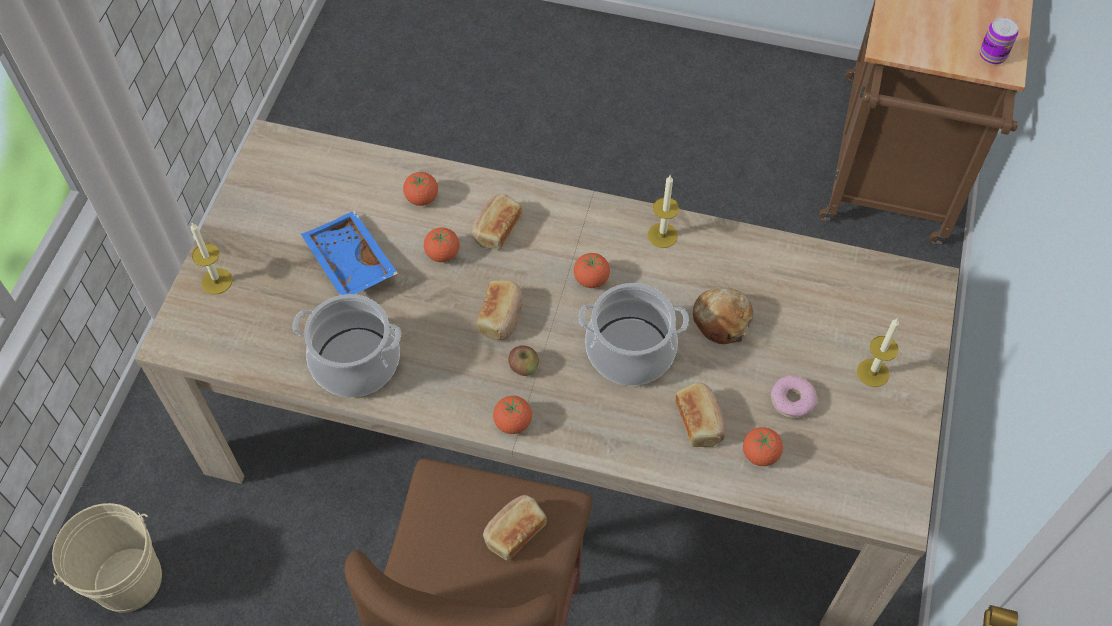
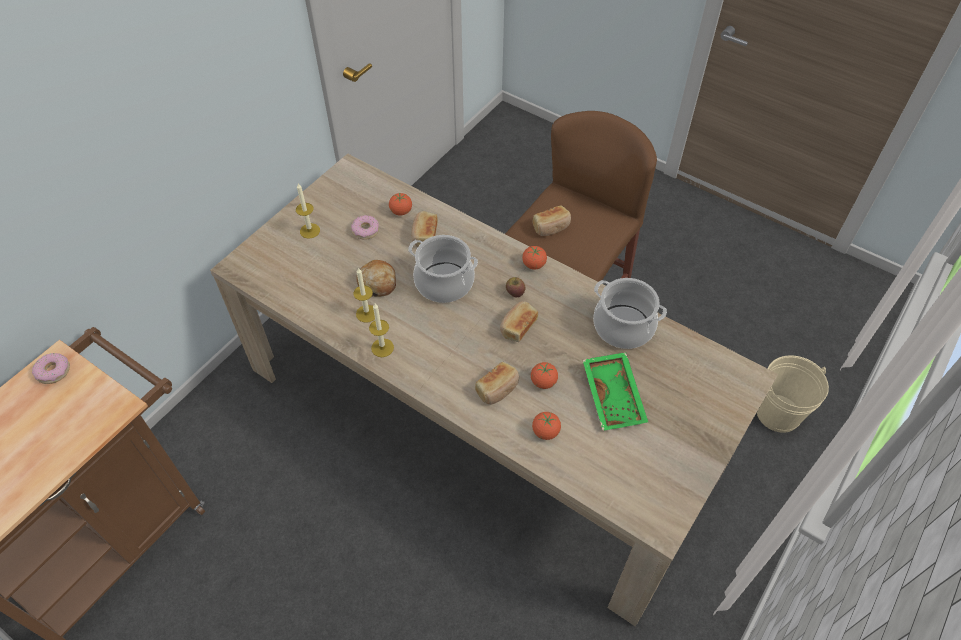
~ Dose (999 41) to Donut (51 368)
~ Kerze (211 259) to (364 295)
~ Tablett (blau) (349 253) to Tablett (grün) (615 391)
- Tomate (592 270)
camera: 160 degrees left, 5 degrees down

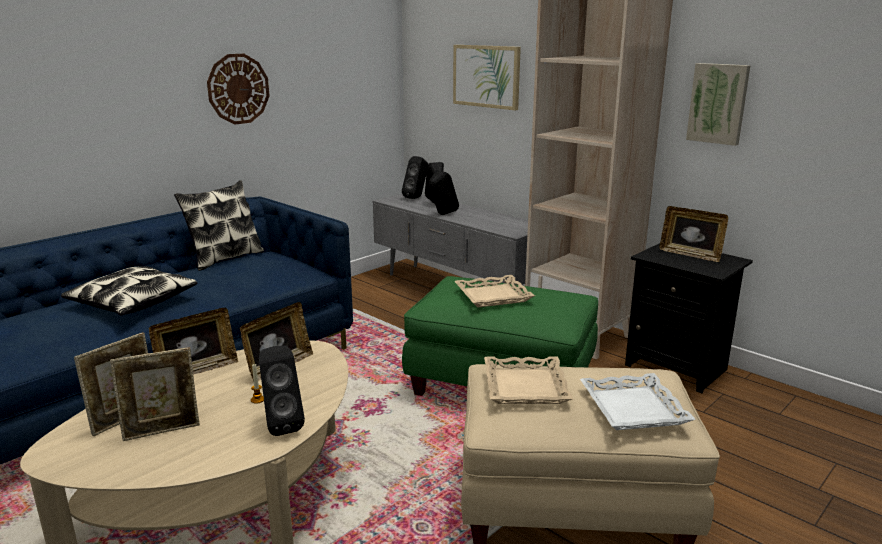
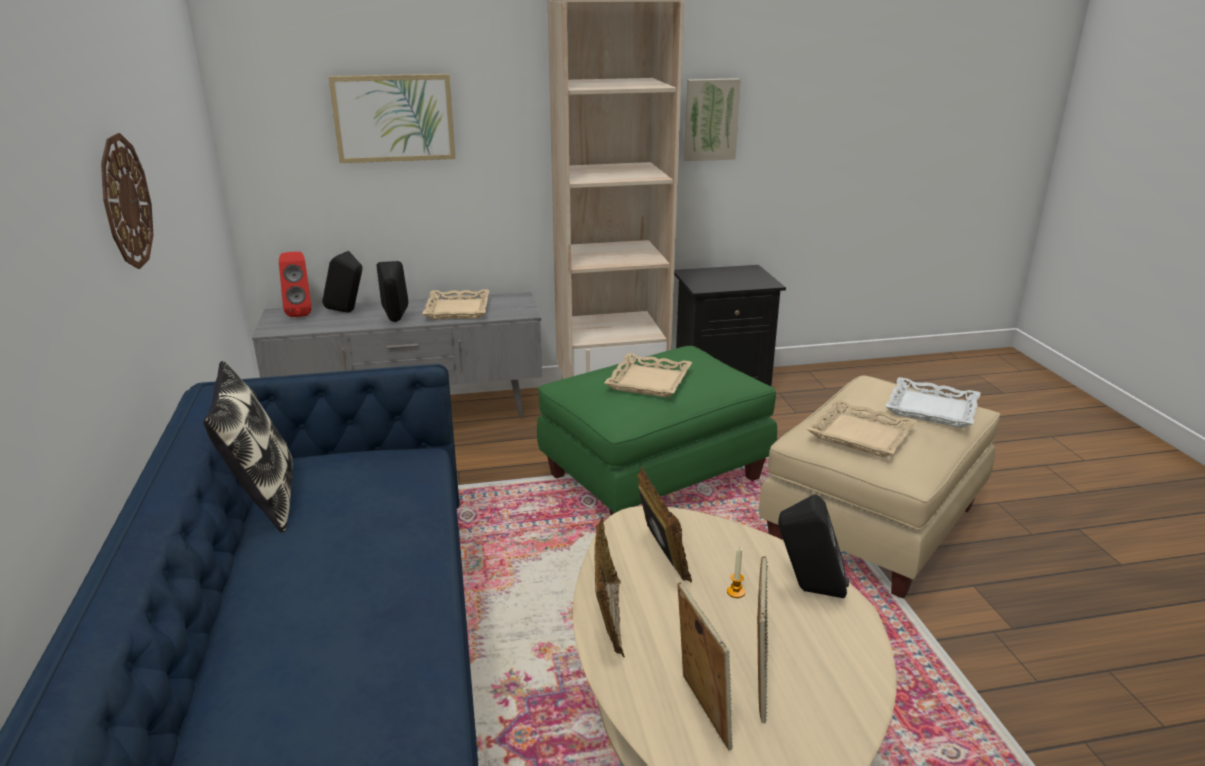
~ Lautsprecher (schwarz) (415 177) to Lautsprecher (rot) (295 284)
+ Tablett (beige) (455 304)
- Kissen (129 290)
- Bilderrahmen (693 234)
camera: 55 degrees left, 5 degrees up

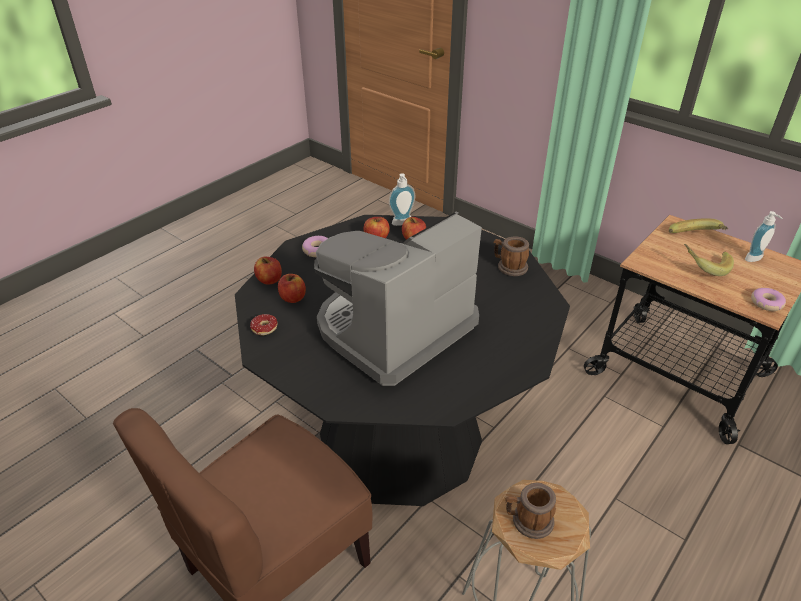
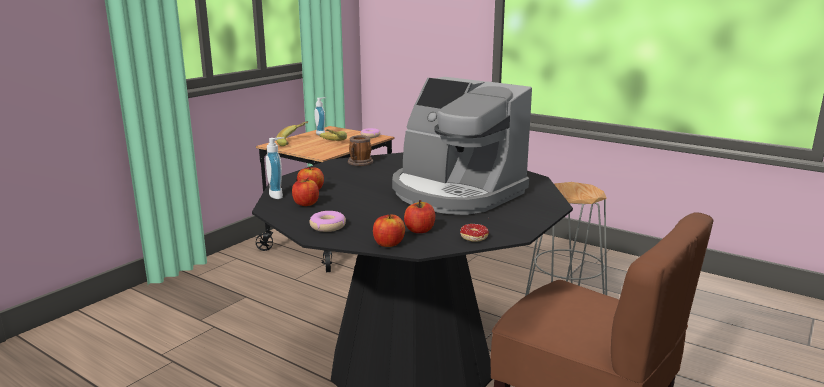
- Henkelbecher (530 511)
camera: 95 degrees left, 20 degrees down

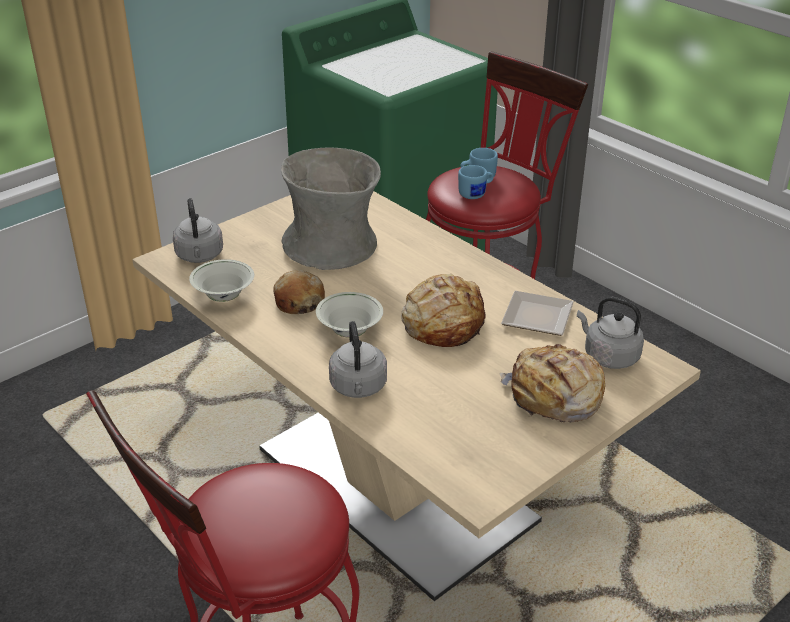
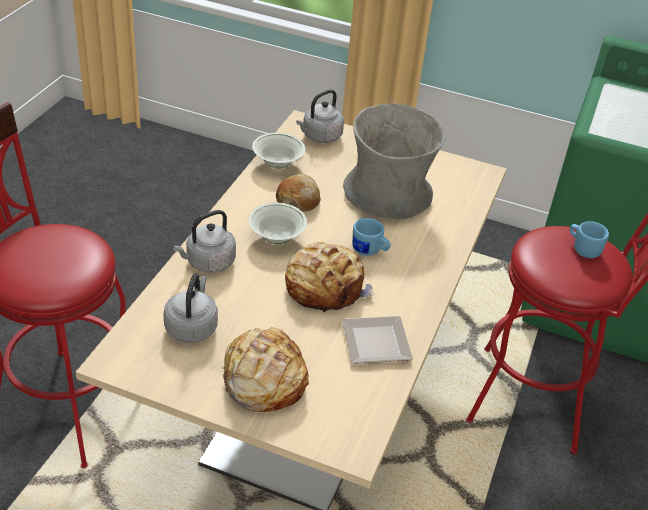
~ Wasserkessel (grau) (610 333) to (191 308)
~ Henkelbecher (blau) (476 182) to (371 237)
camera: 60 degrees right, 5 degrees up

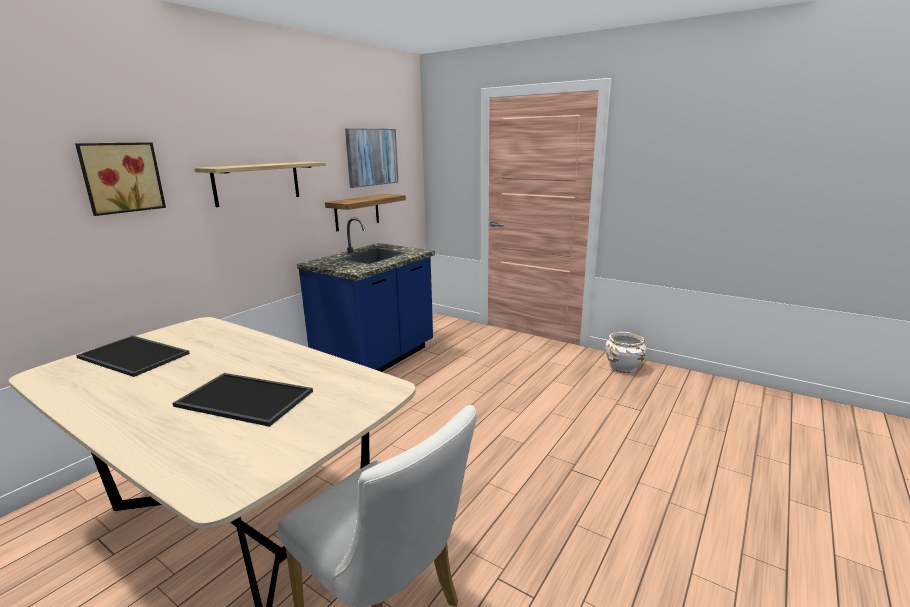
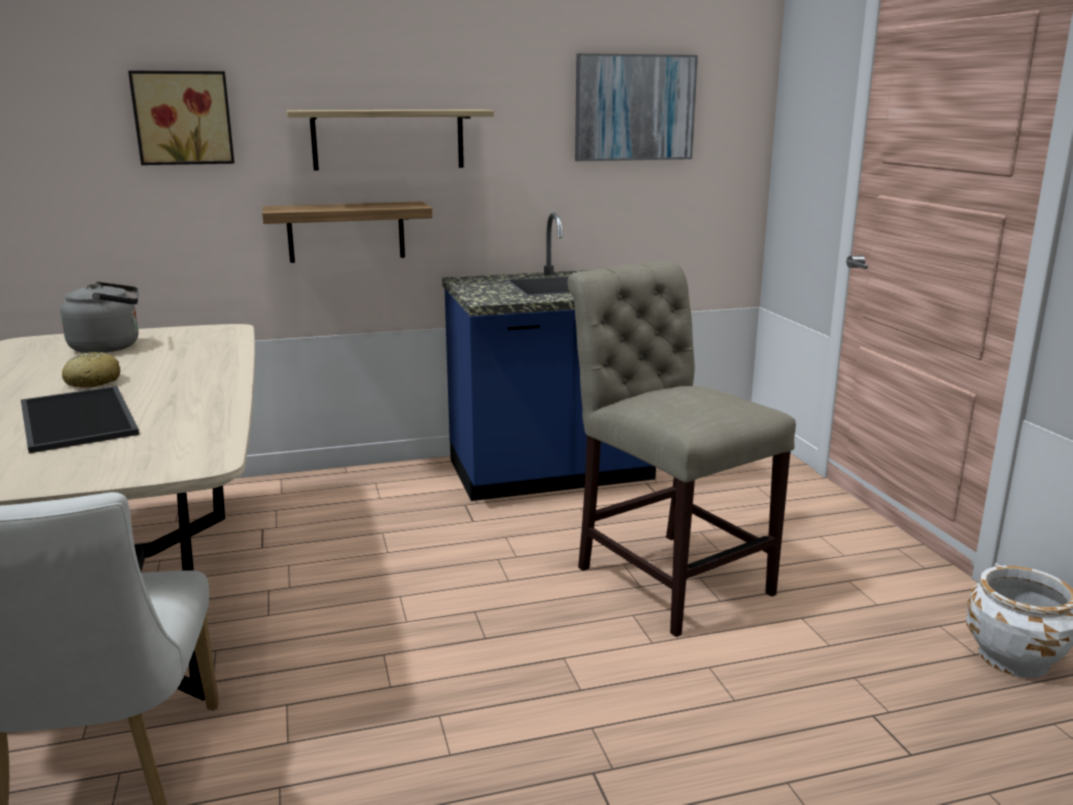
~ Tablett (133 356) to Wasserkessel (grau) (99 317)
+ Brot (91 370)
~ Wandregal (365 212) to (347 232)
+ Stuhl (beige) (681 449)
camera: 40 degrees right, 0 degrees up

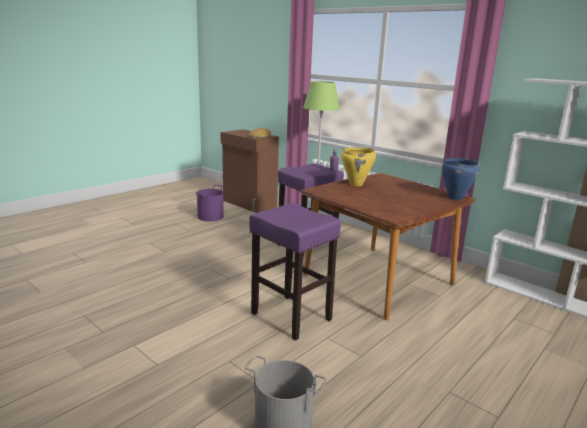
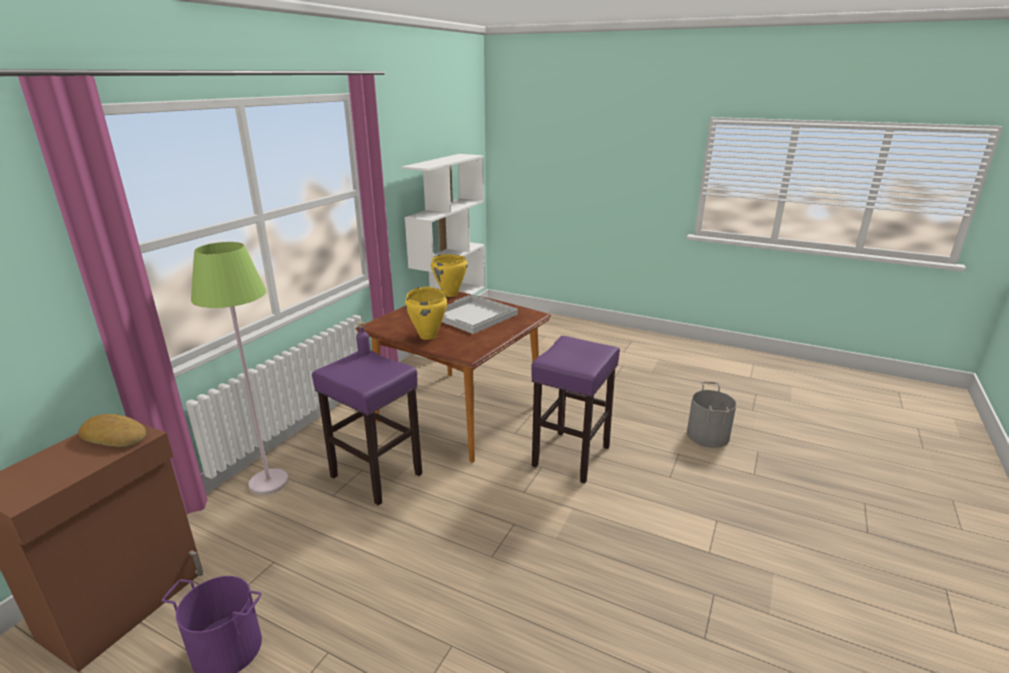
~ Kochtopf (blau) (460 179) to Kochtopf (gelb) (449 275)
+ Tablett (weiß) (480 314)
camera: 105 degrees left, 5 degrees up

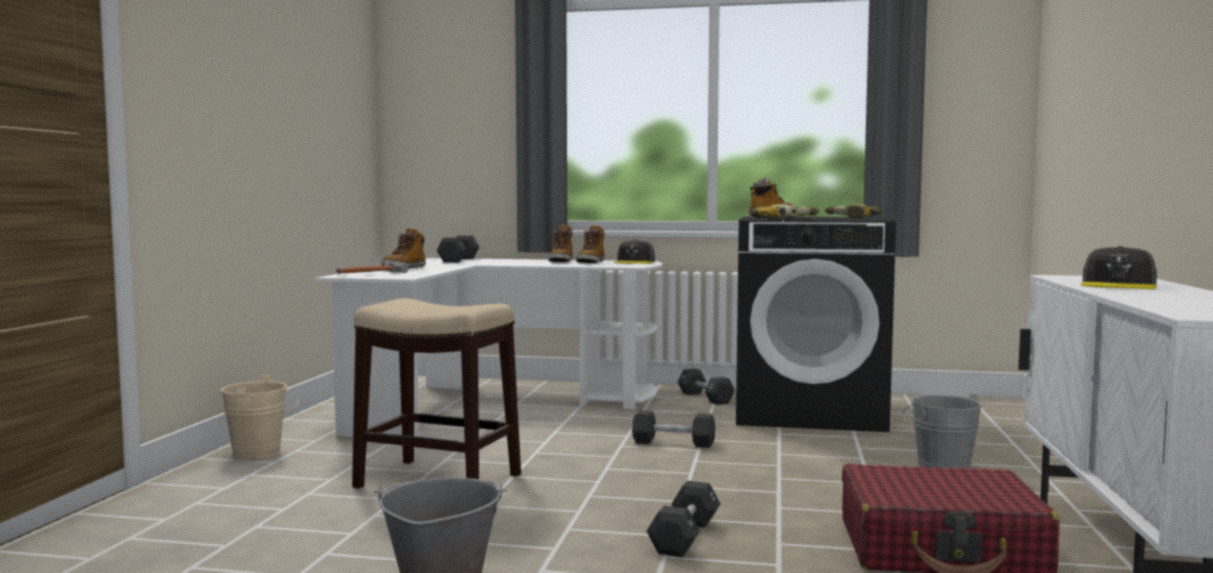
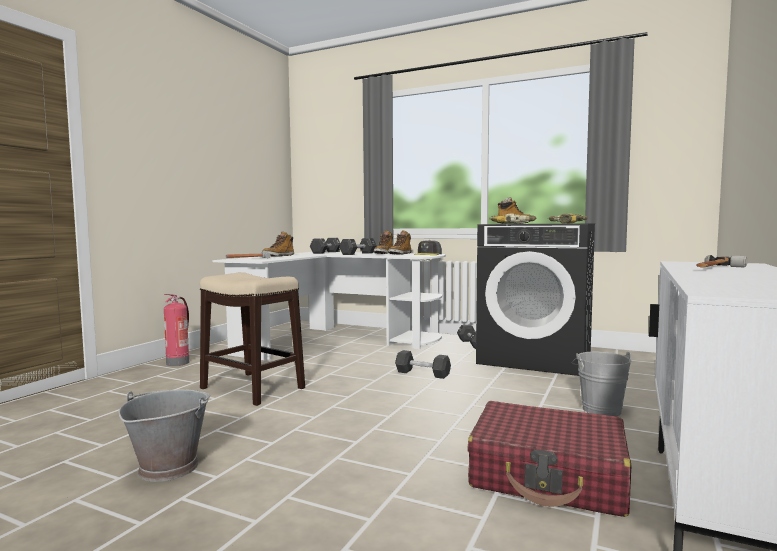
~ Eimer (beige) (259 417) to Feuerlöscher (176 330)
~ Hantel (schwarz) (683 519) to (357 246)
~ Kappe (grau) (1119 267) to Hammer (721 261)
camera: 15 degrees right, 0 degrees up

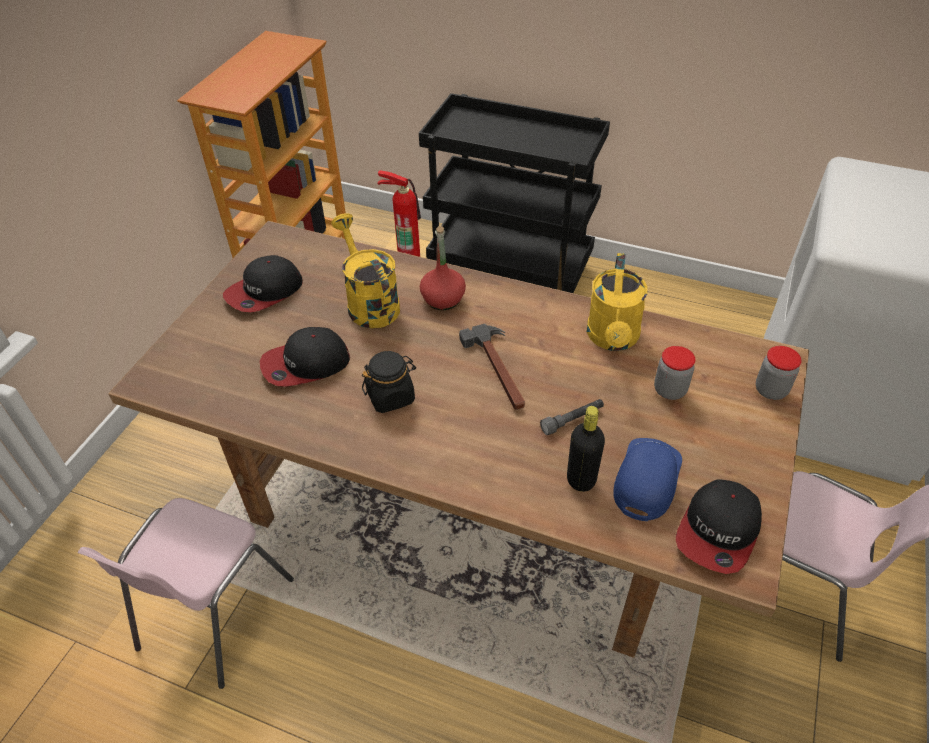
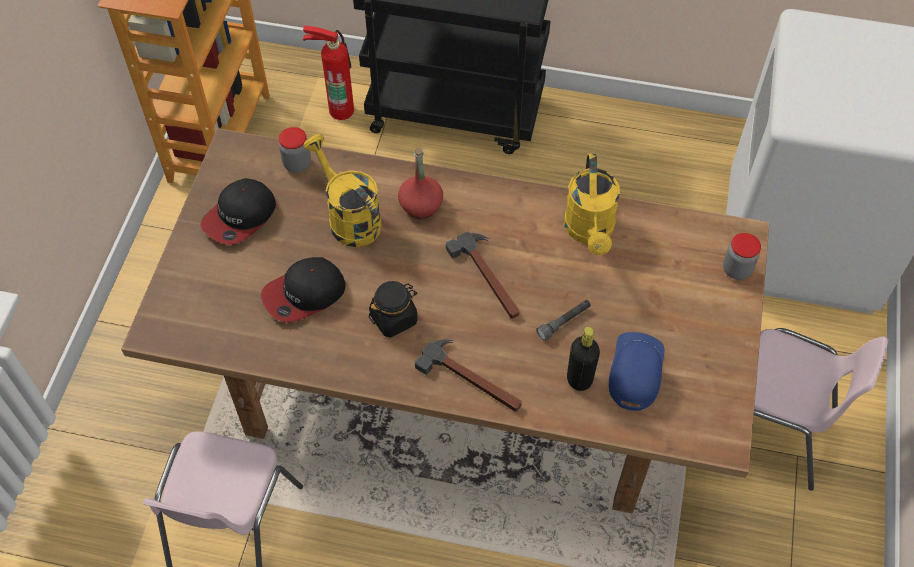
~ Vorratsglas (674 373) to (295 150)
+ Hammer (468 375)
- Kappe (719 526)
camera: 10 degrees left, 10 degrees up

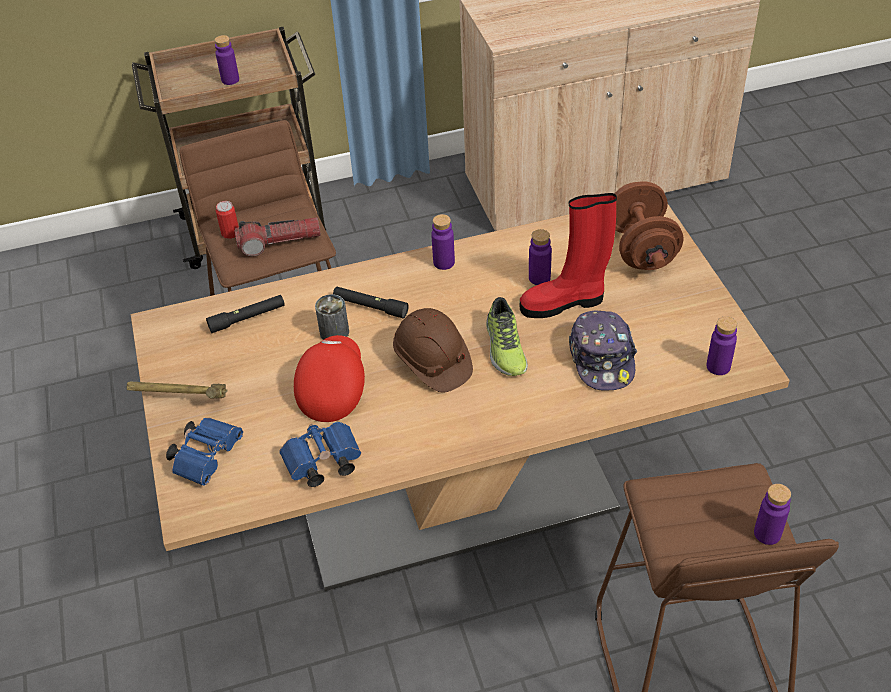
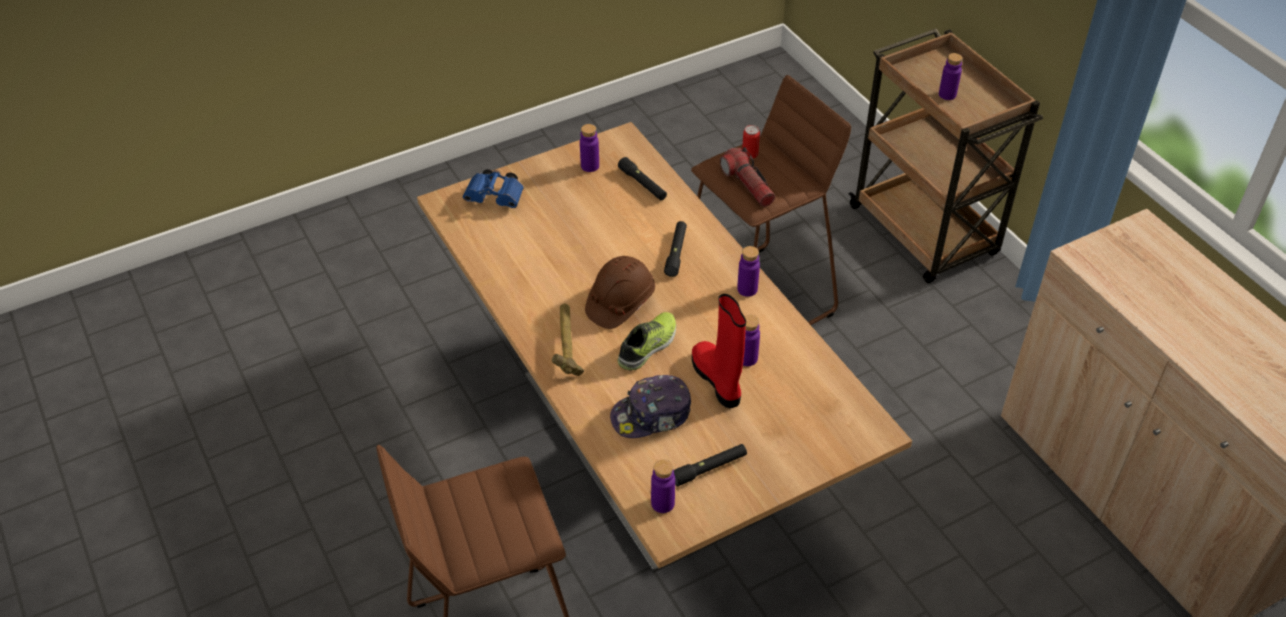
~ Hammer (177 390) to (568 339)
~ Flasche (lila) (772 514) to (589 148)
~ Schuh (507 336) = (647 341) 150 degrees clockwise
+ Taschenlampe (schwarz) (710 465)
- Fernglas (blau) (320 454)
- Kappe (rot) (329 378)
- Dose (332 317)
- Hantel (braun) (648 226)
camera: 75 degrees right, 0 degrees up

